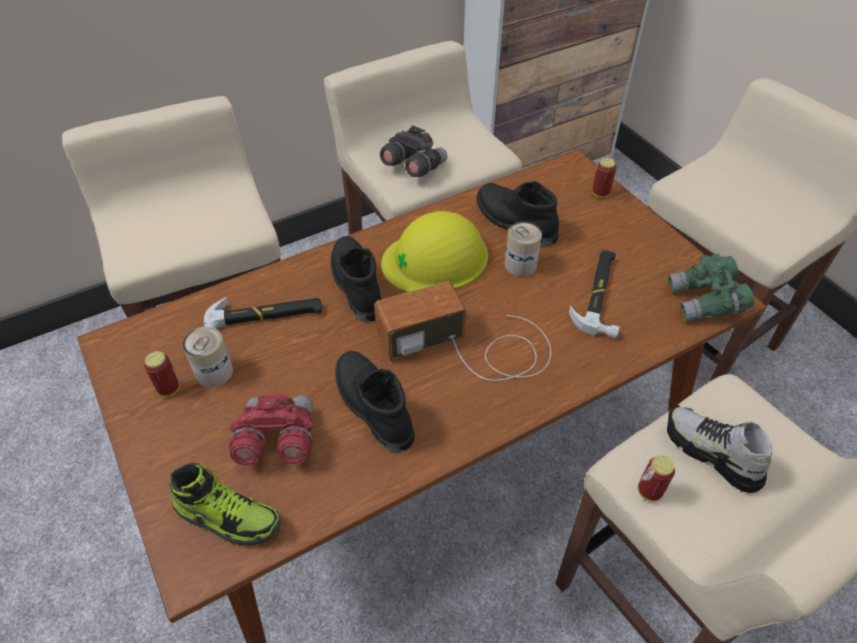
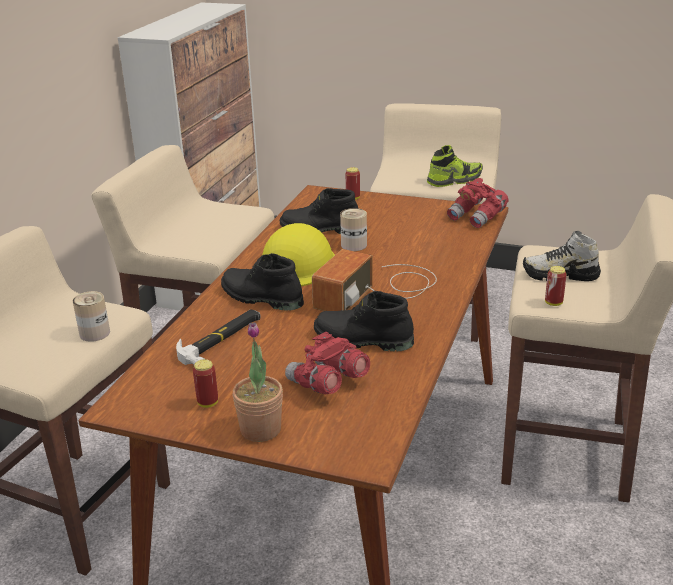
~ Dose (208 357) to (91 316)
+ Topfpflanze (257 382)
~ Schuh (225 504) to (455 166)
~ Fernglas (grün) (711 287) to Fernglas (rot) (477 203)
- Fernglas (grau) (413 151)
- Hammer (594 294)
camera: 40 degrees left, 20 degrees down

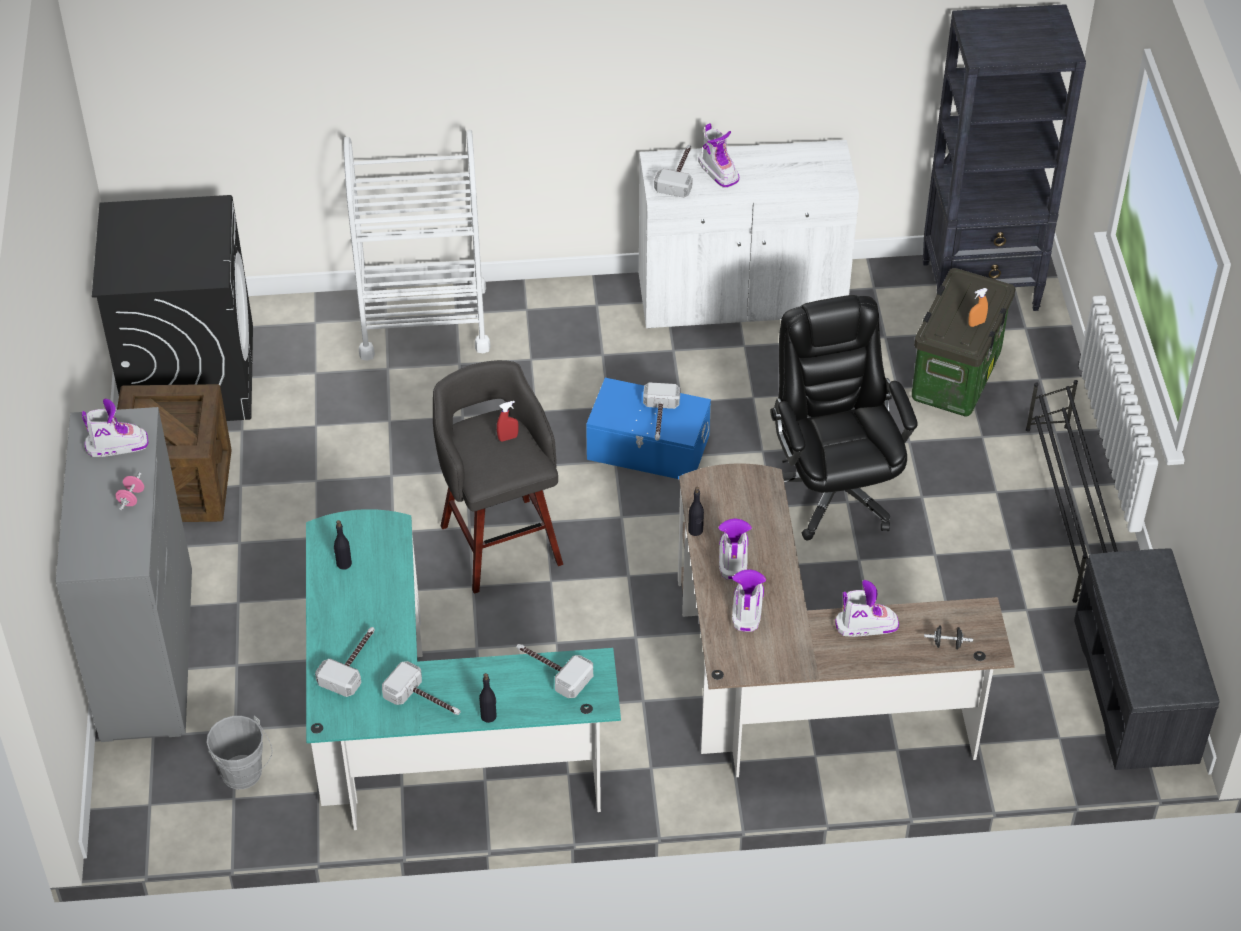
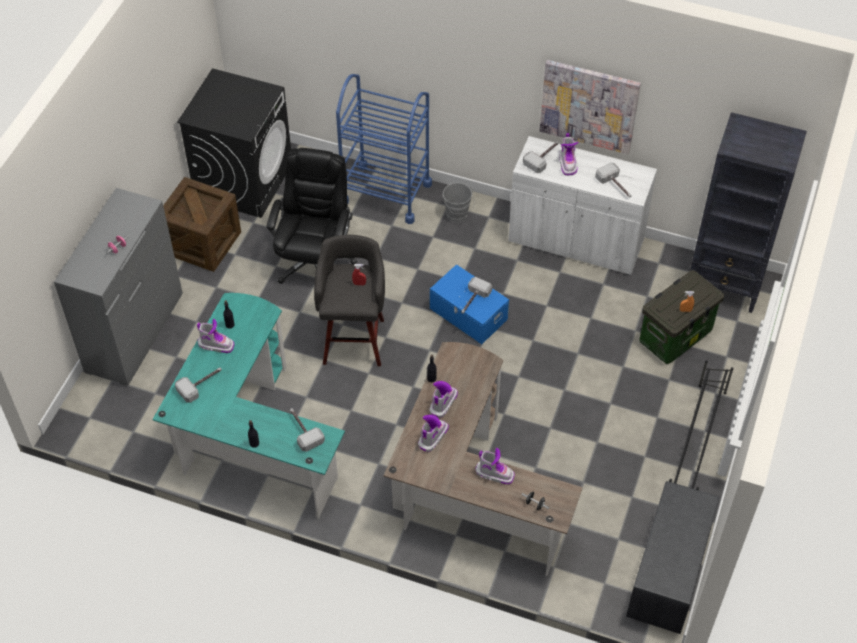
~ Stiefel (115 428) to (215 336)
~ Bürostuhl (schwarz) (844 417) to (312 216)
~ Rollwagen (weiß) (417 245) to Rollwagen (blau) (384 149)
~ Eimer (grau) (239 752) to (458 202)
+ Bild (590 107)
~ Hammer (421 688) to (613 180)
camera: 25 degrees right, 5 degrees up

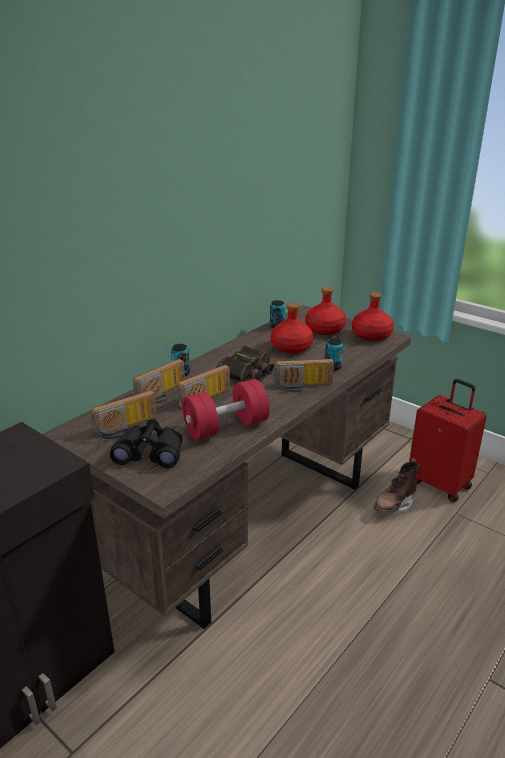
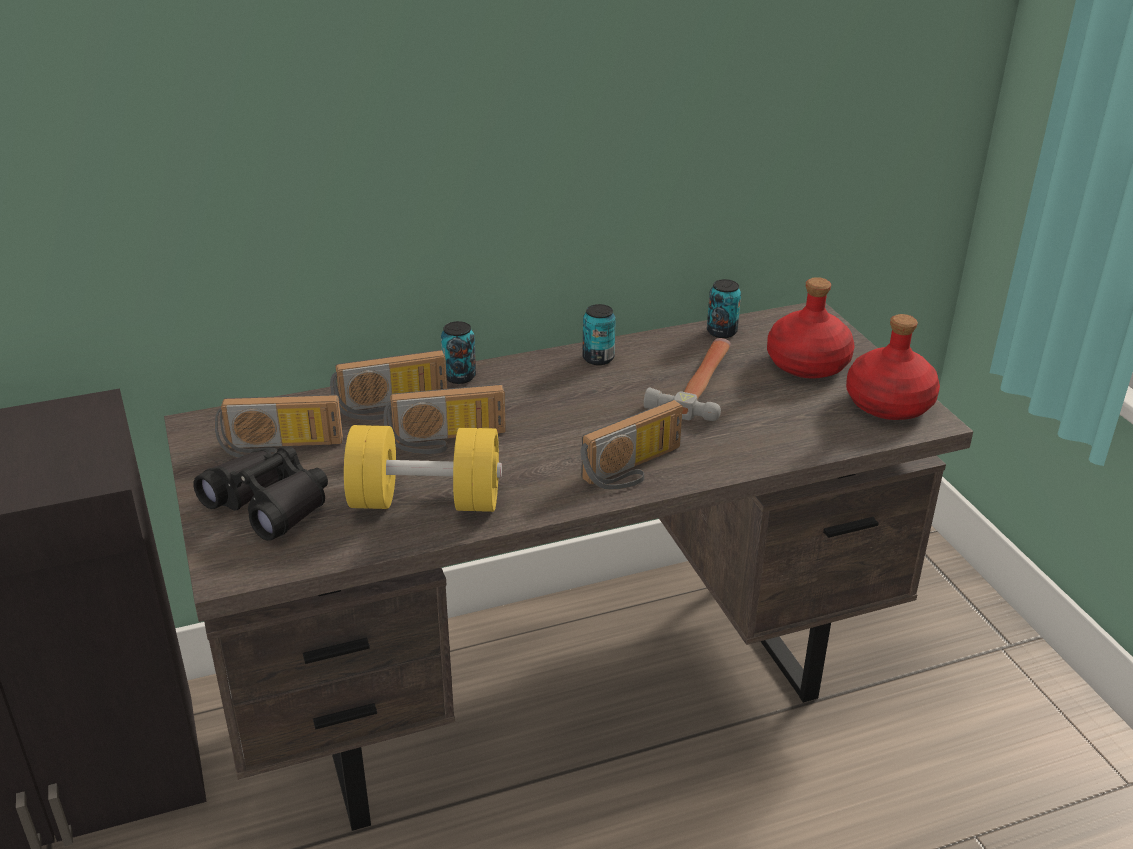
~ Hantel (rot) (226 409) to Hantel (gelb) (423 468)
~ Radio (303 375) = (632 445) 60 degrees counterclockwise
~ Dose (334 354) to (599 334)
~ Flasche (rot) (292 328) to Hammer (687 379)
- Fernglas (245 363)
- Stiefel (braun) (397 486)
- Koffer (rot) (448 440)
camera: 30 degrees right, 5 degrees up

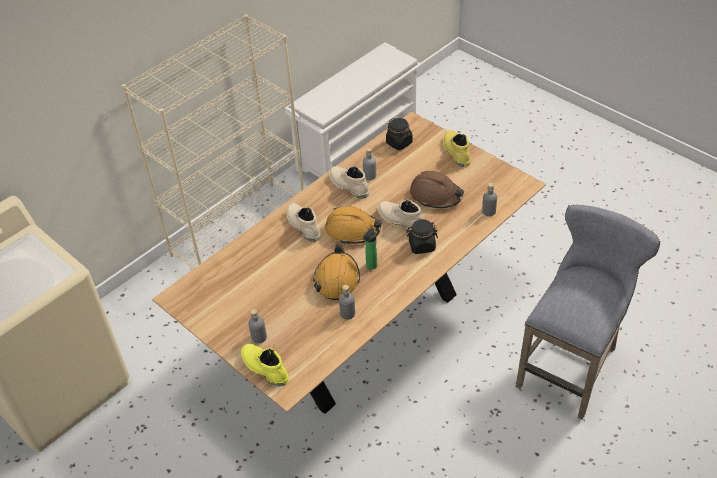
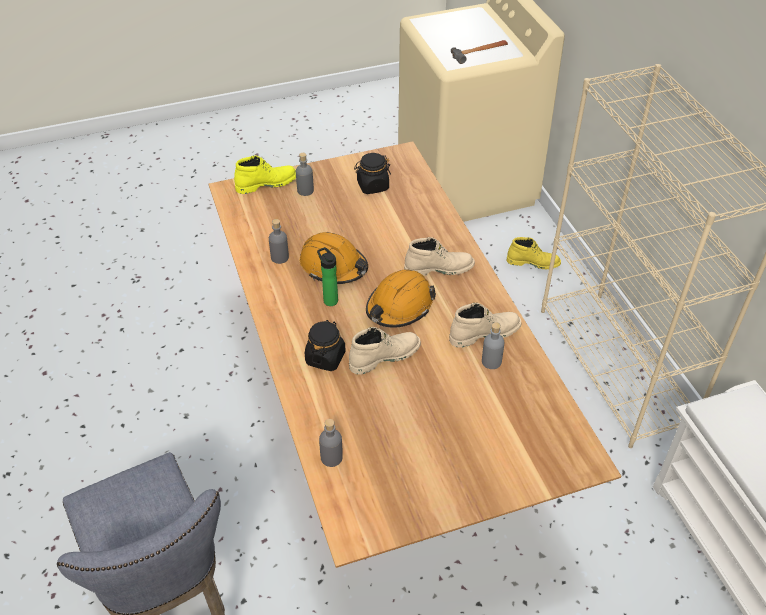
~ Vorratsglas (schwarz) (399 134) to (372 173)
+ Hammer (479 52)
~ Stiefel (gelb) (457 148) to (534 253)
- Schutzhelm (braun) (437 189)
camera: 115 degrees right, 0 degrees up

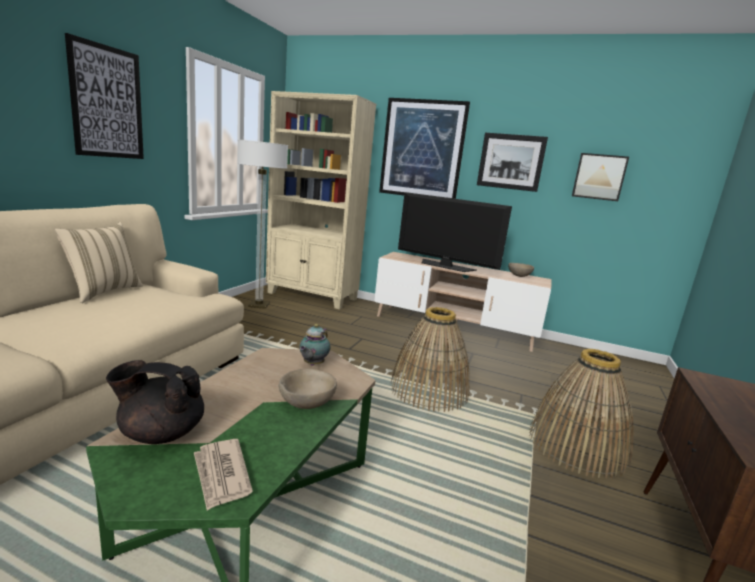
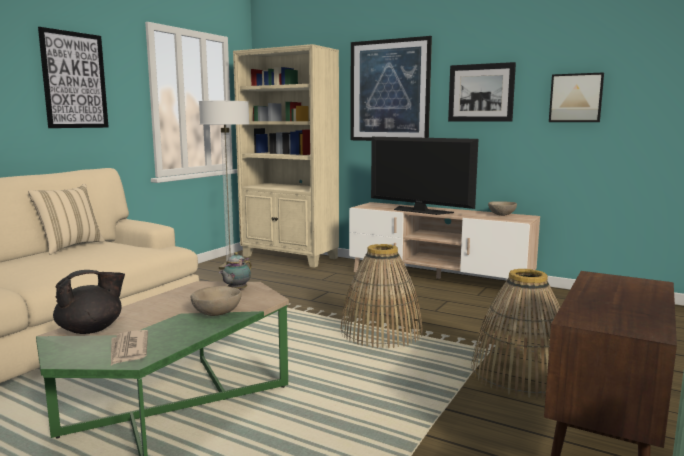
~ Teekanne (schwarz) (155 402) = (89 302) 135 degrees clockwise
camera: 10 degrees right, 5 degrees down

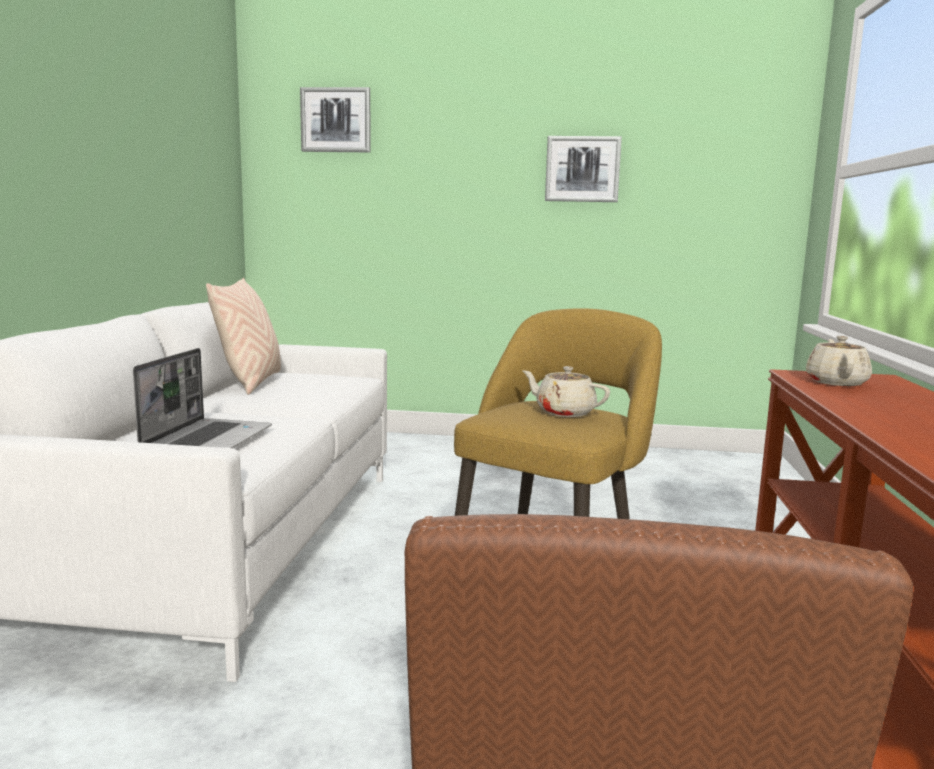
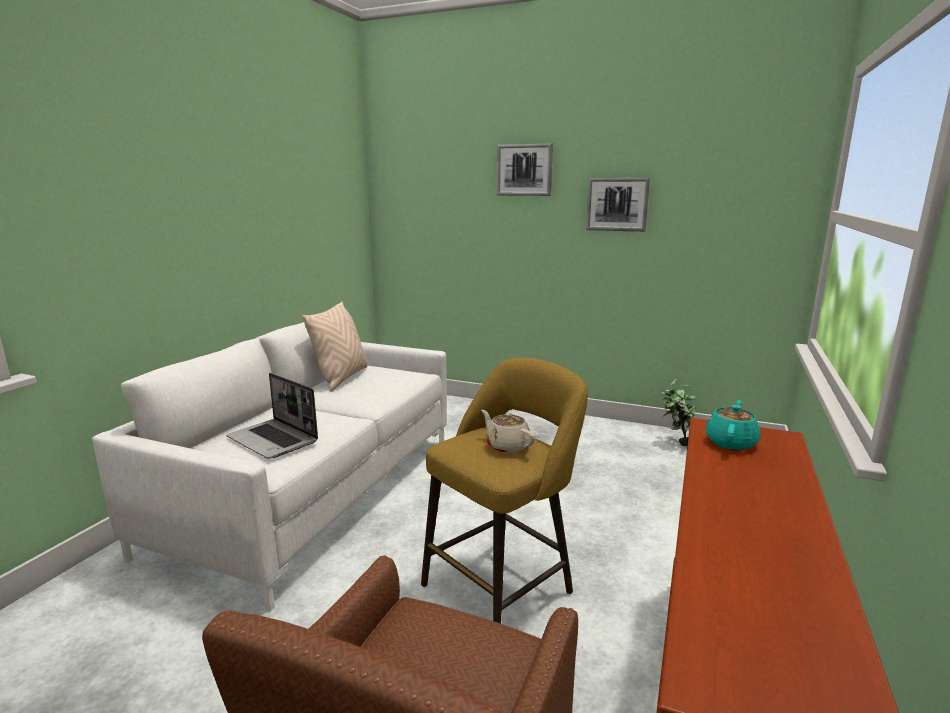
~ Laptop (202 398) = (272 416) 105 degrees clockwise
~ Bild (335 119) to (525 169)
+ Topfpflanze (678 412)
~ Teekanne (beige) (839 361) to Teekanne (türkis) (733 425)
camera: 15 degrees right, 5 degrees up

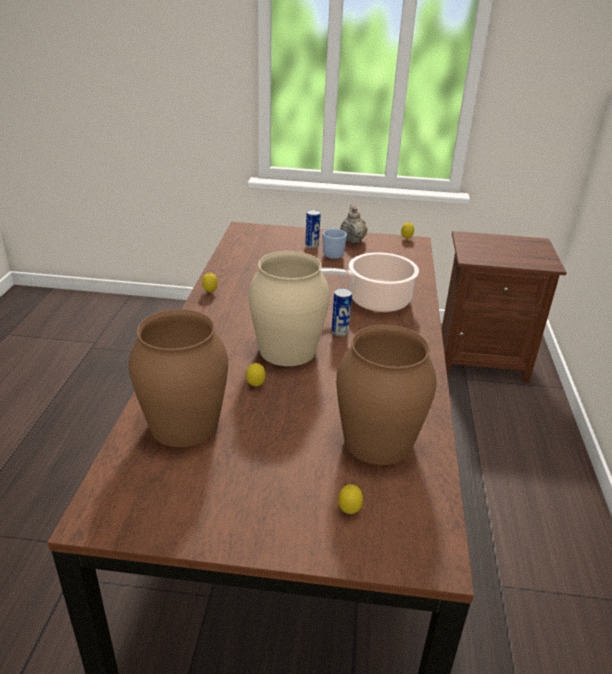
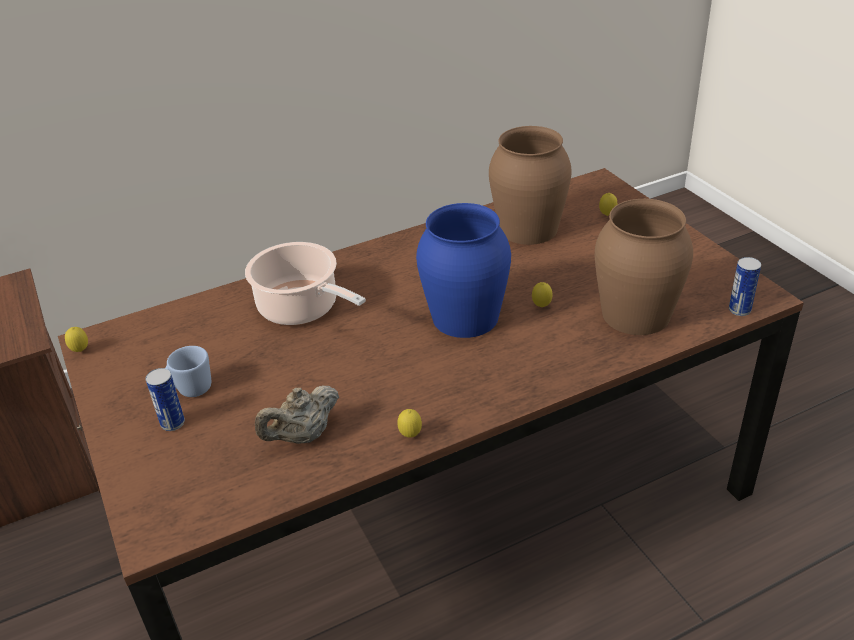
~ Teekanne (beige) (354 223) to (297 414)
~ Vase (beige) (289 308) to Vase (blau) (463 270)
~ Dose (342 312) to (745 286)
camera: 120 degrees left, 5 degrees up

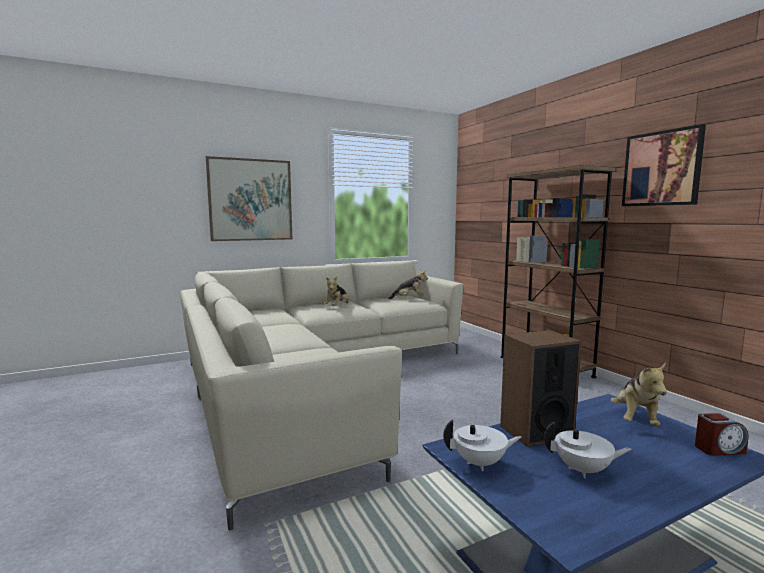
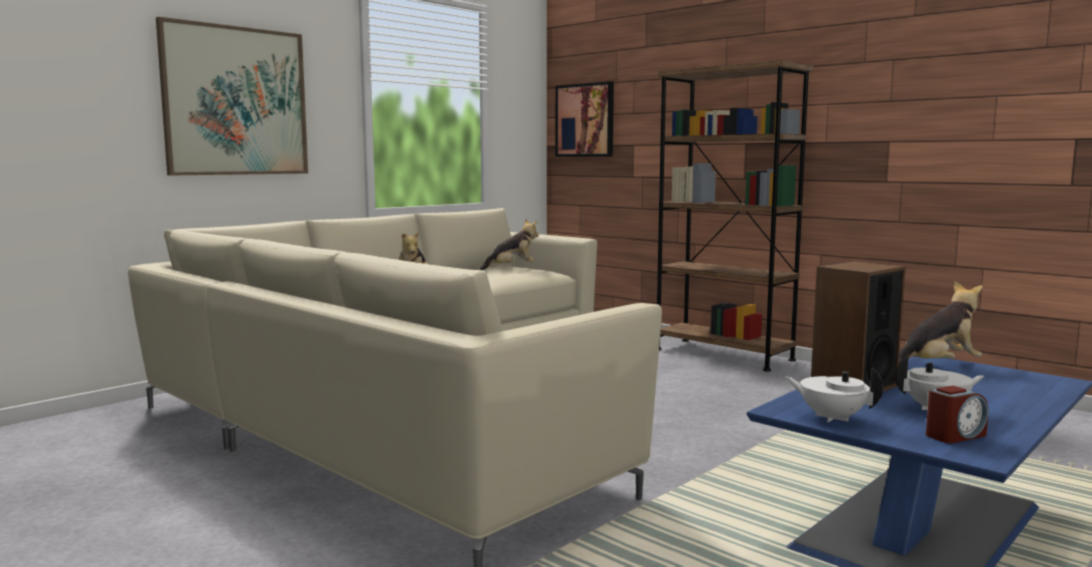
~ Bild (664 165) to (584 119)
~ Teekanne (weiß) (482 445) = (834 395) 120 degrees counterclockwise
~ Plüschtier (639 394) = (941 322) 105 degrees counterclockwise
~ Wecker (721 434) to (957 414)
camera: 20 degrees left, 0 degrees up

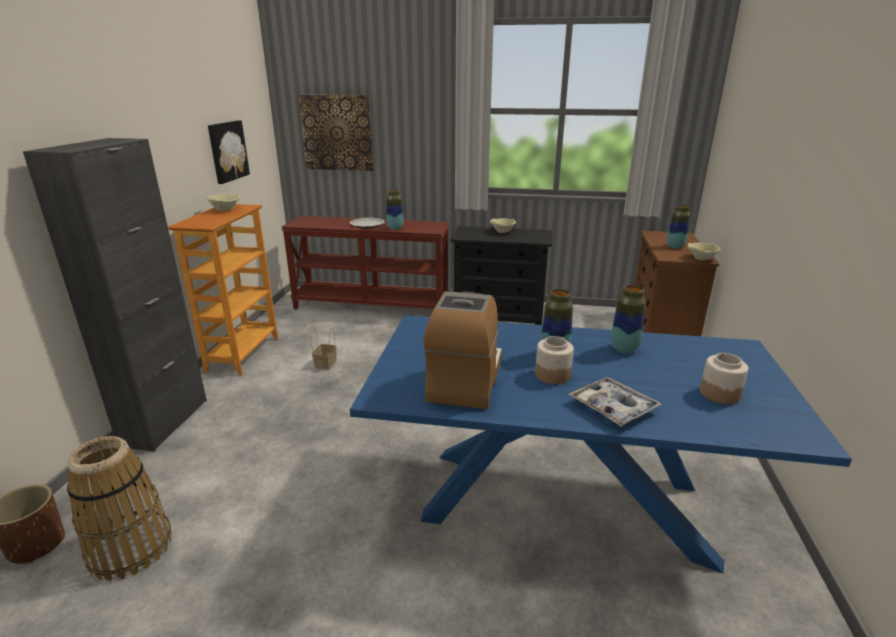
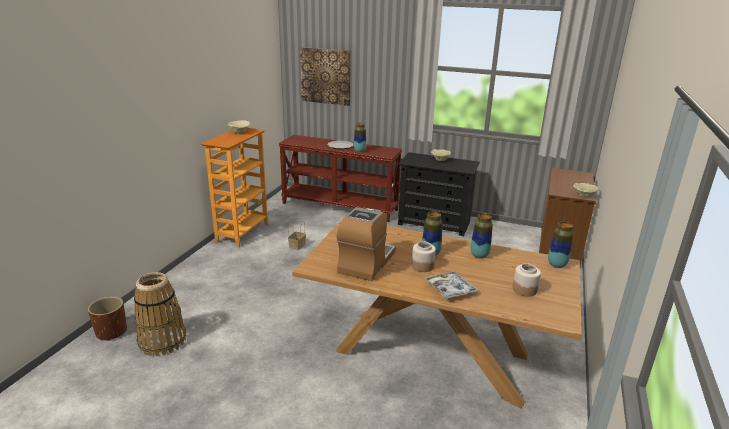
~ Esstisch (blau) (601 444) to Esstisch (braun) (437 313)
~ Vase (678 227) to (560 245)
- Schrank (schwarz) (115 294)
- Bild (229 152)
camera: 10 degrees right, 0 degrees up

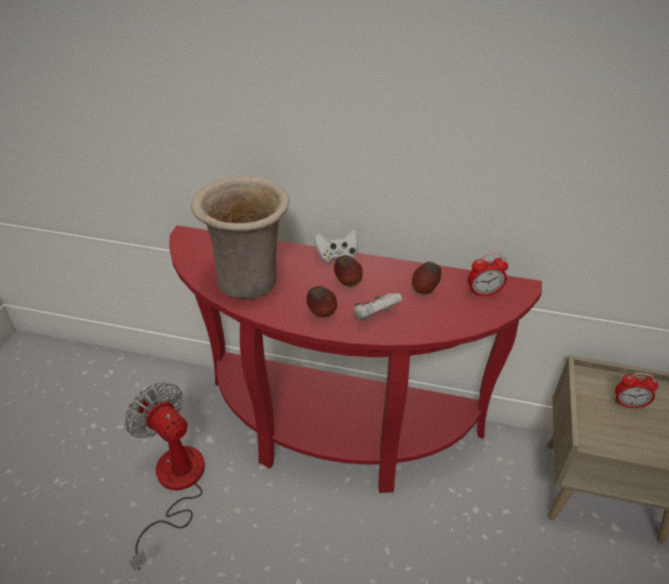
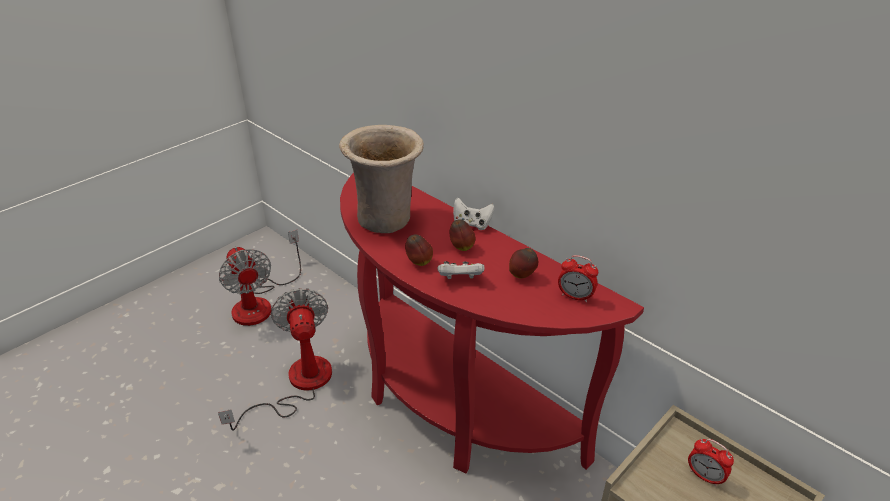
+ Ventilator (260 278)
camera: 30 degrees right, 5 degrees down

